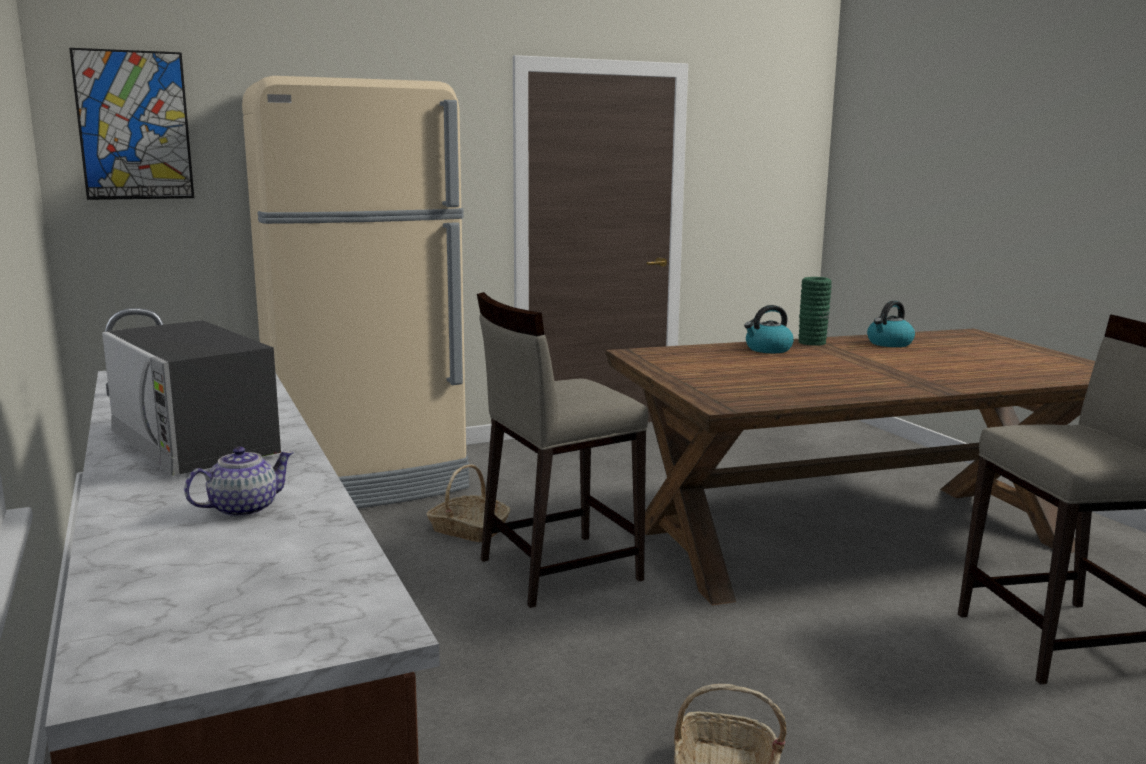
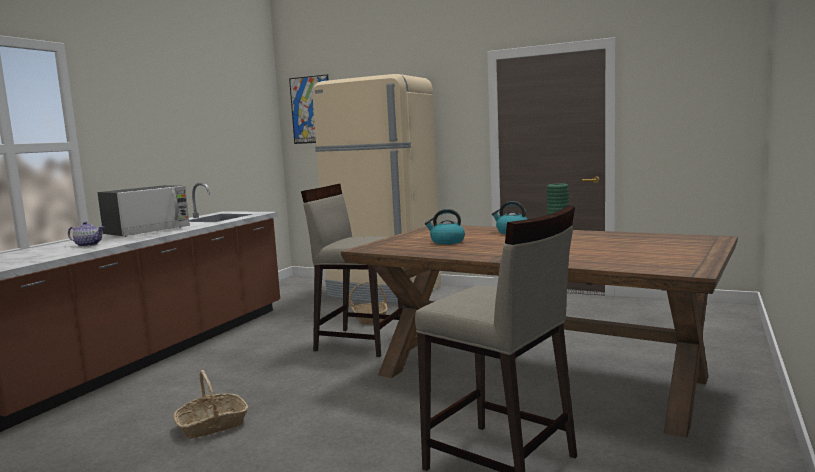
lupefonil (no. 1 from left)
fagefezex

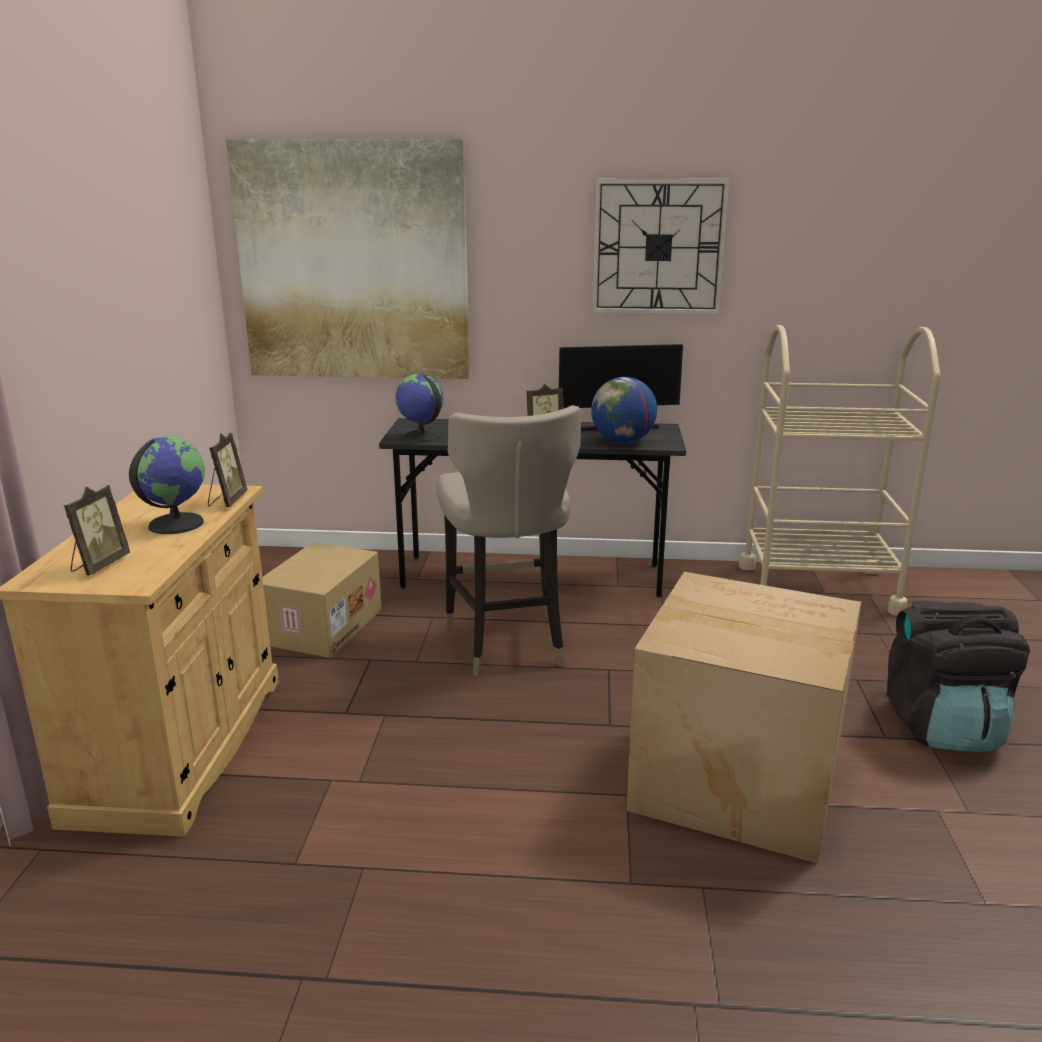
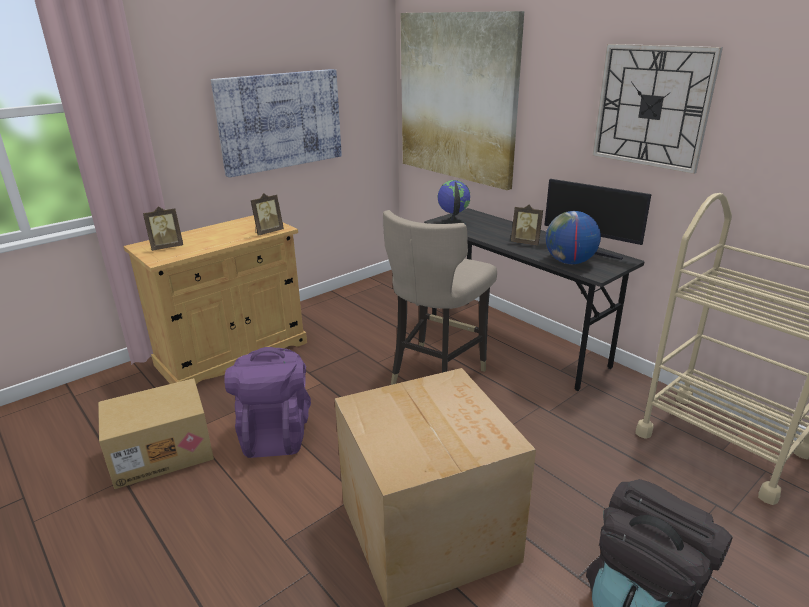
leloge (no. 1 from left in the first image)
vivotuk (no. 1 from left)
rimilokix (no. 1 from left)
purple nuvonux

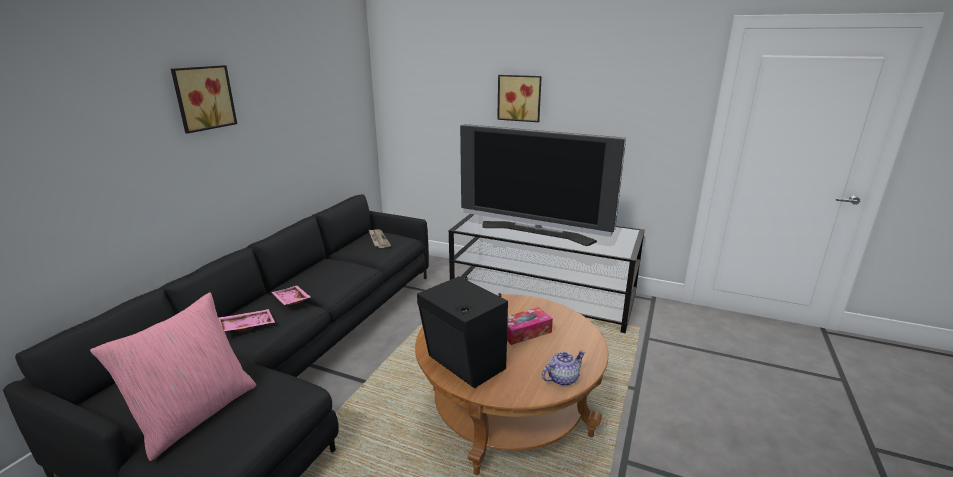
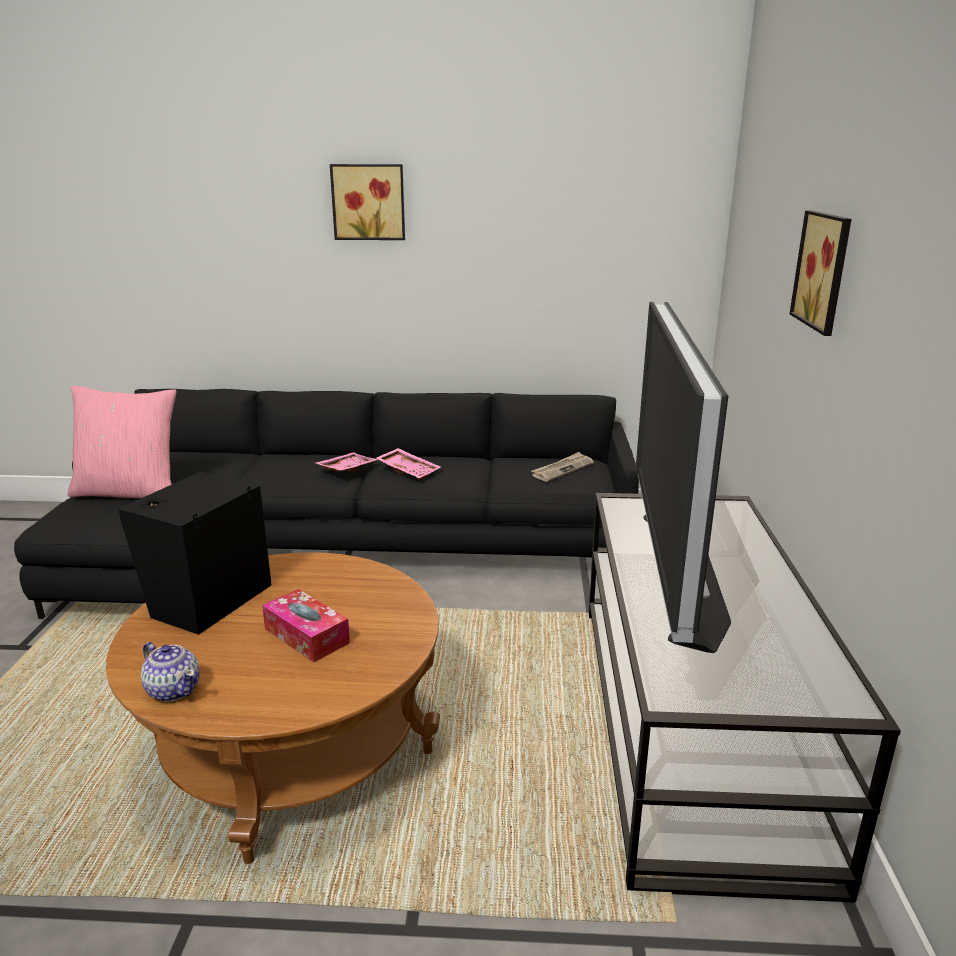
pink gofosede (no. 2 from left)

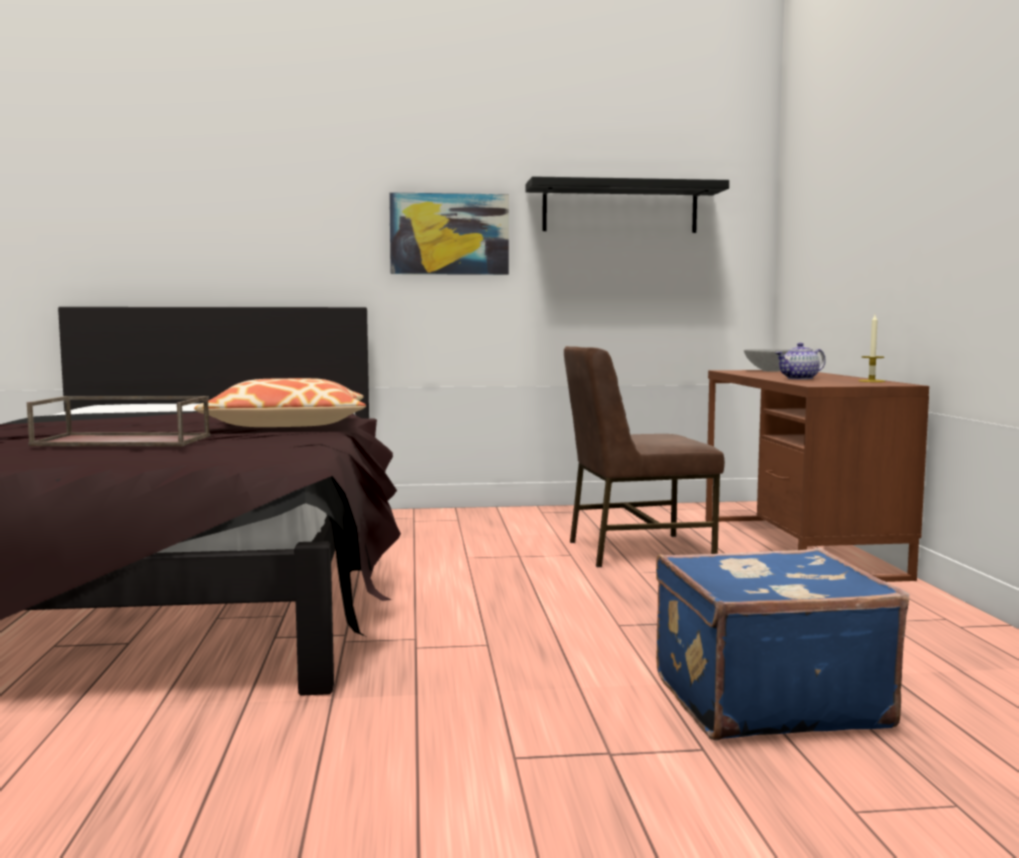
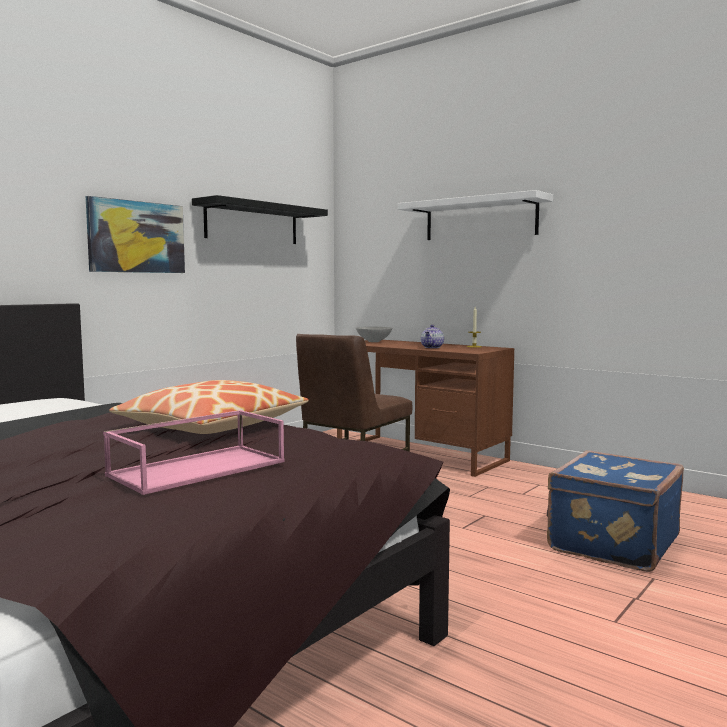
pink gofosede
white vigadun

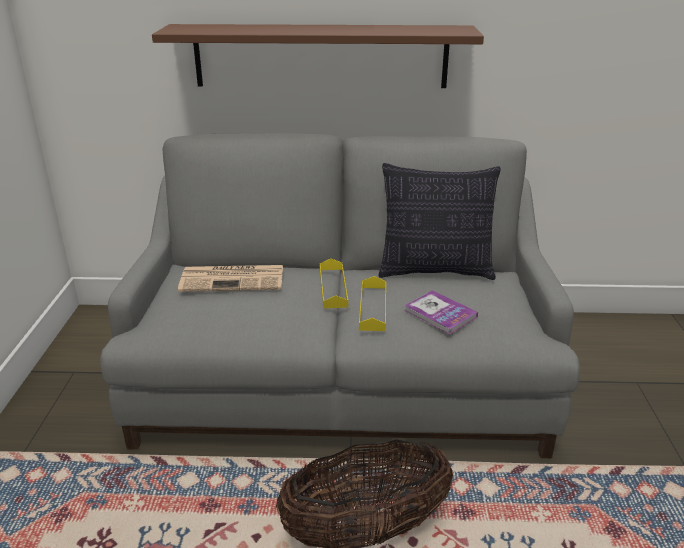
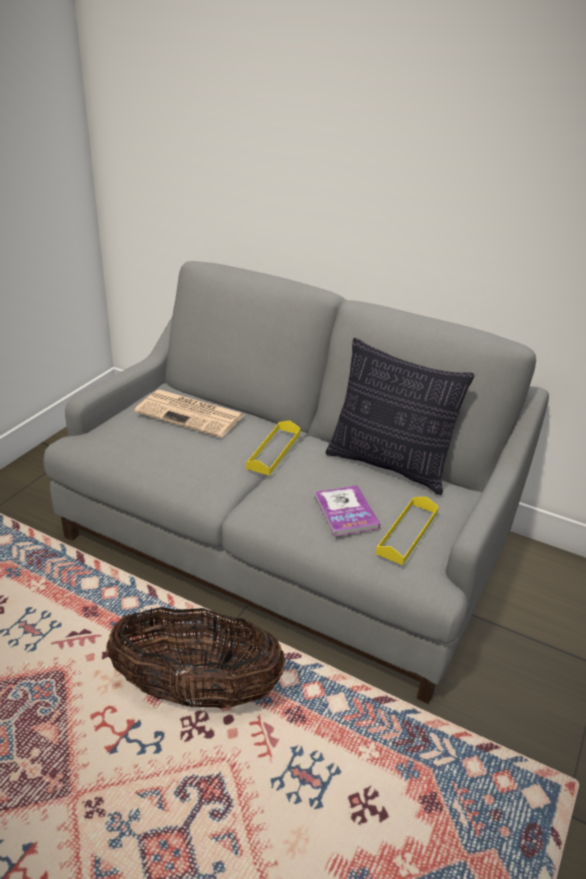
brown vigadun
yellow gofosede (no. 2 from left)

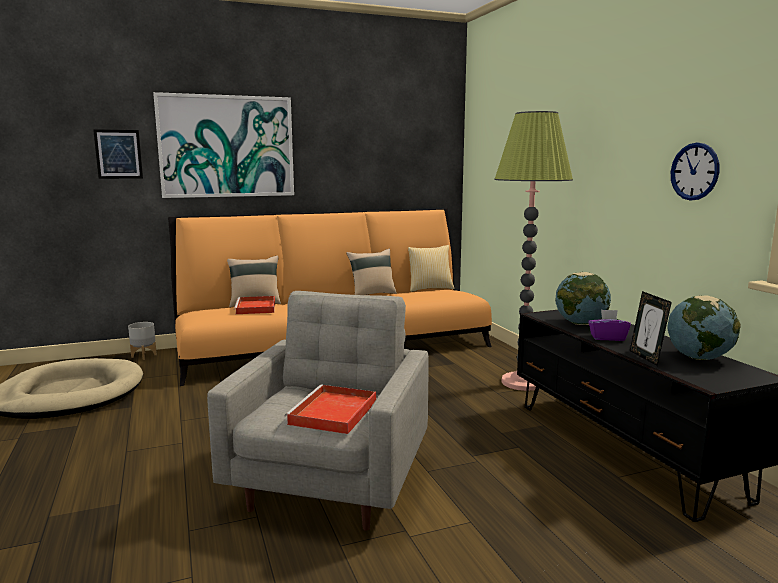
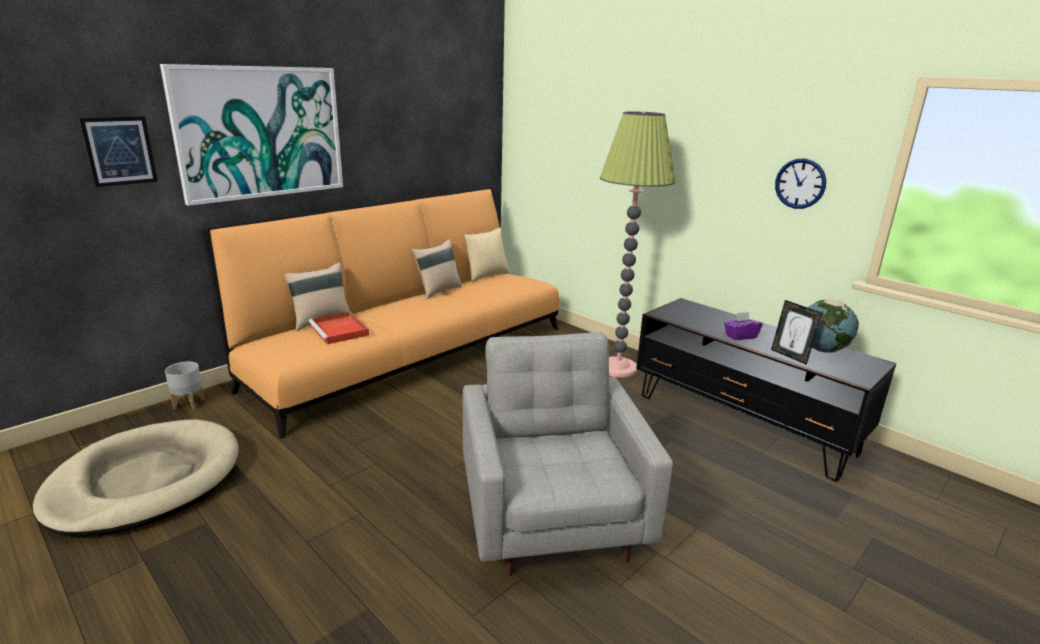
leloge (no. 1 from left in the first image)
red gofosede (no. 2 from left in the first image)

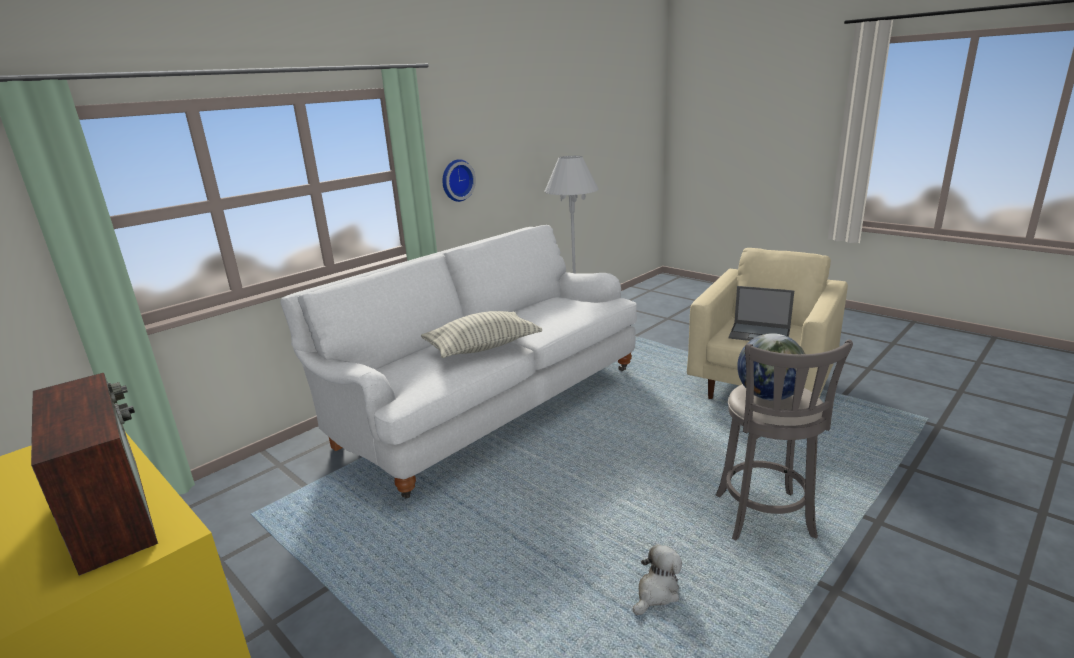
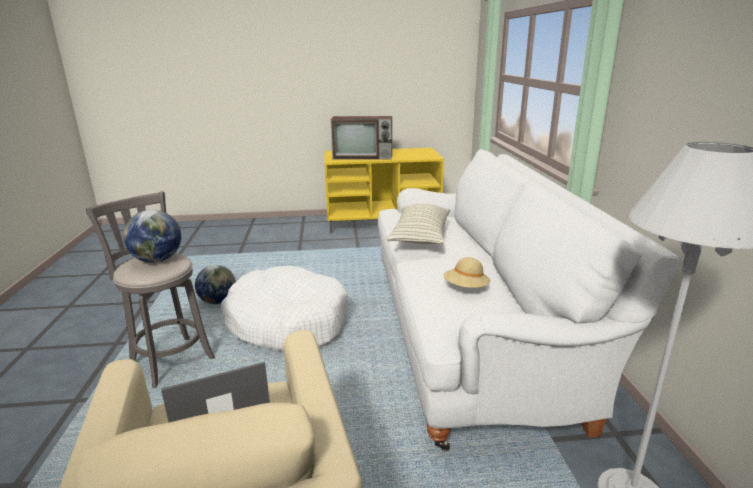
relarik
leloge (no. 2 from left)
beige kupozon
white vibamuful

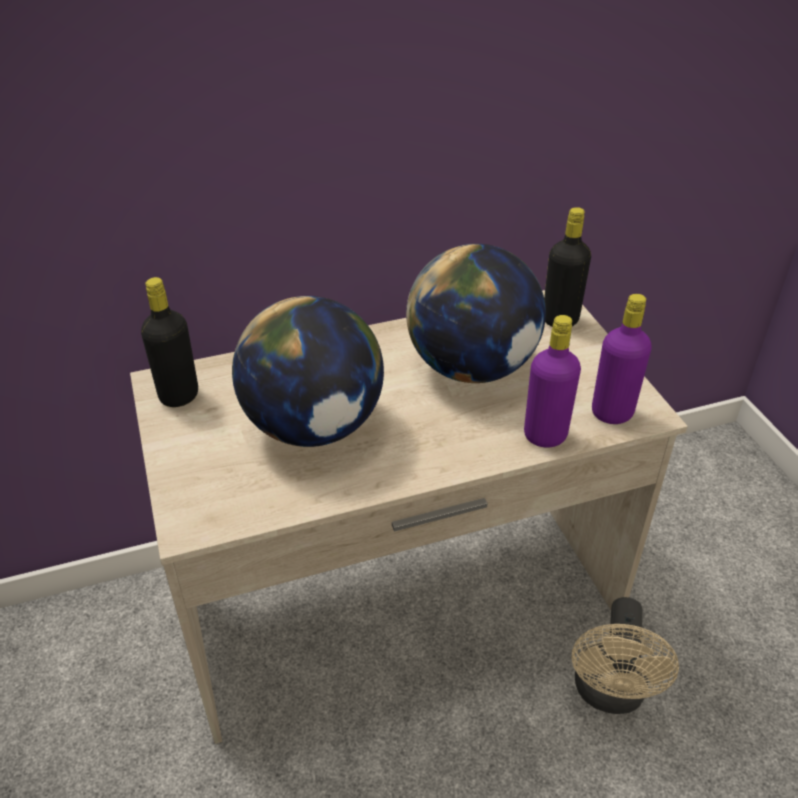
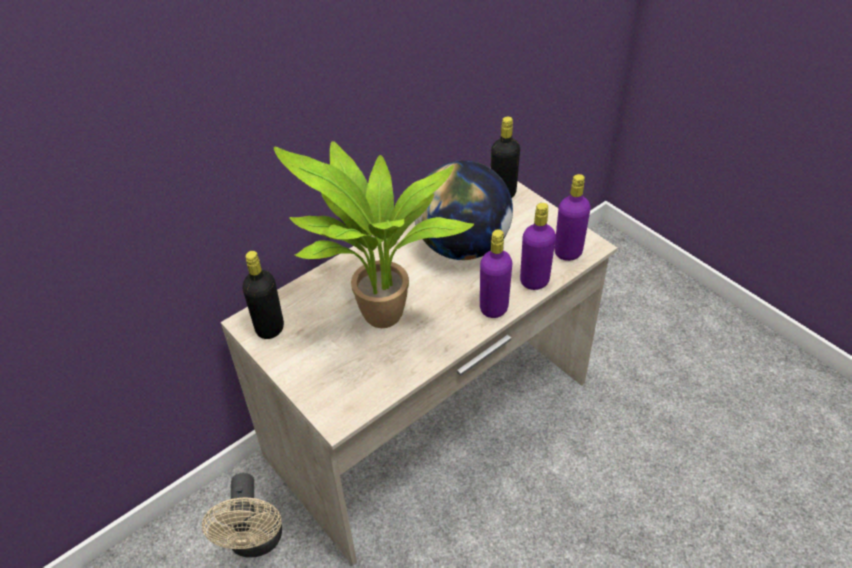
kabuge
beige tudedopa
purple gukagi (no. 1 from left)

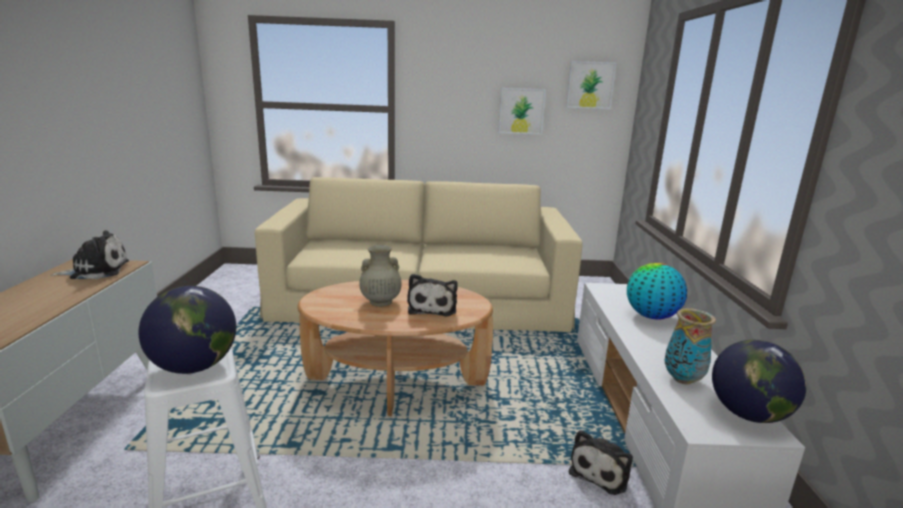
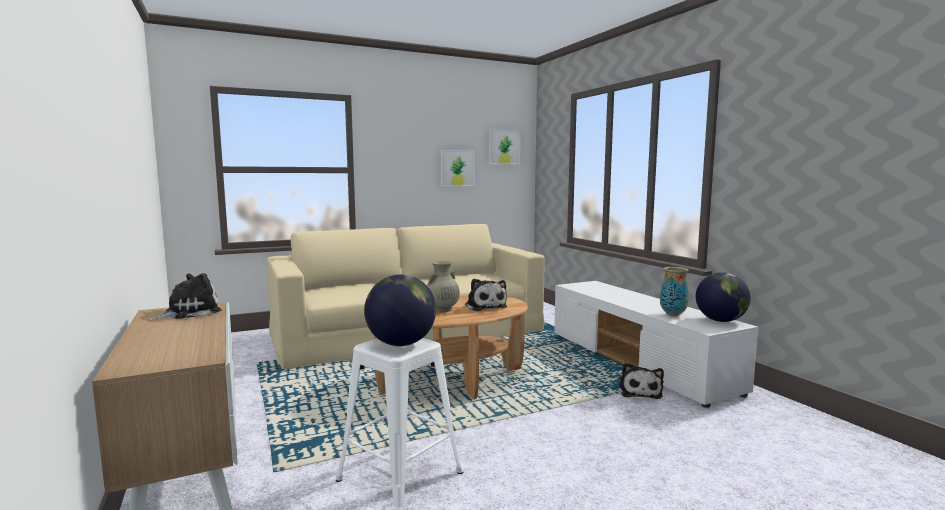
leloge (no. 2 from left in the first image)

